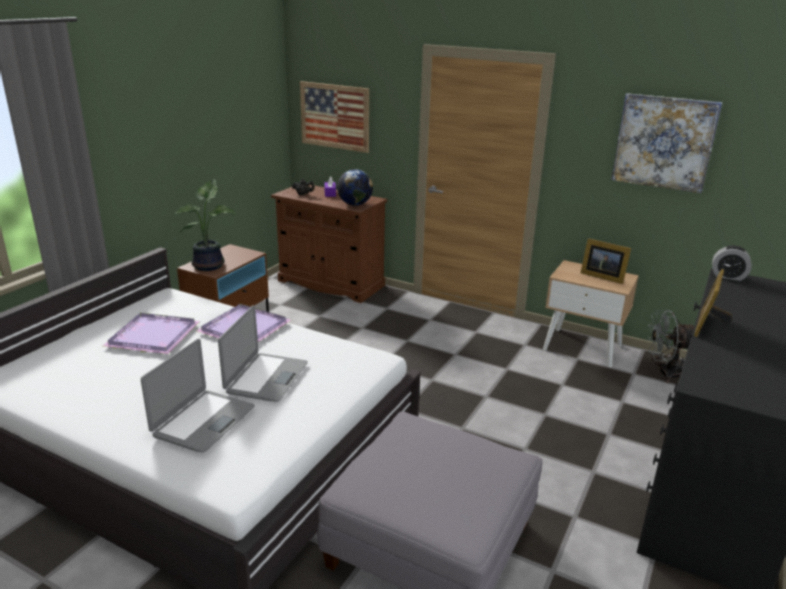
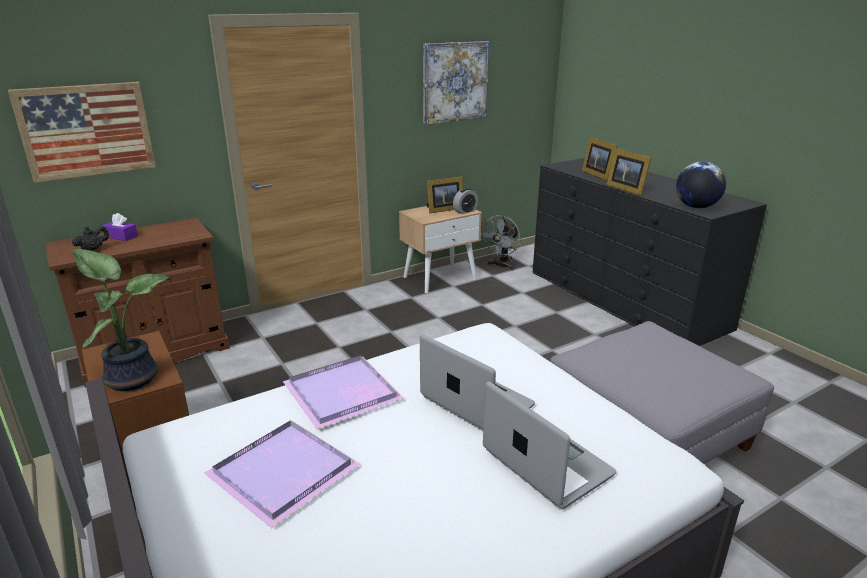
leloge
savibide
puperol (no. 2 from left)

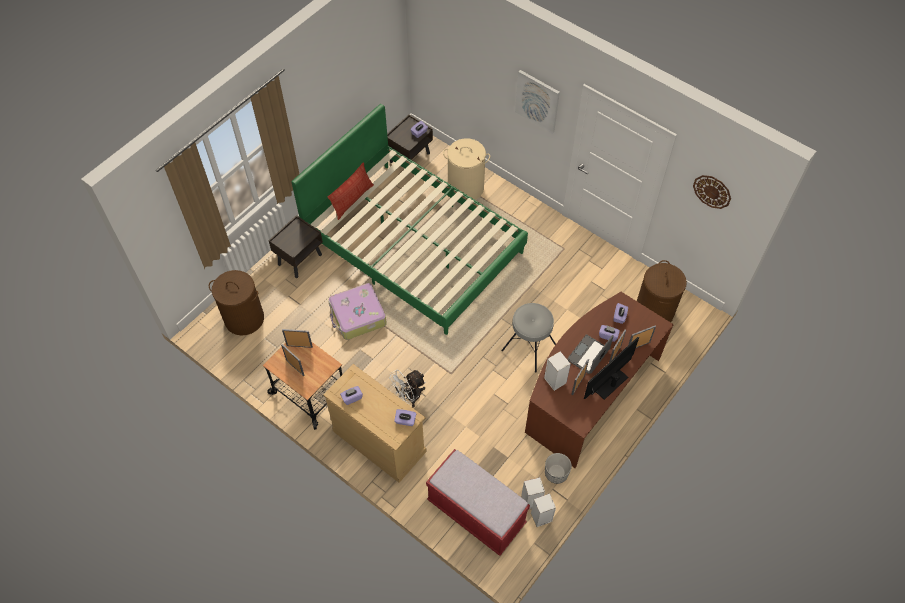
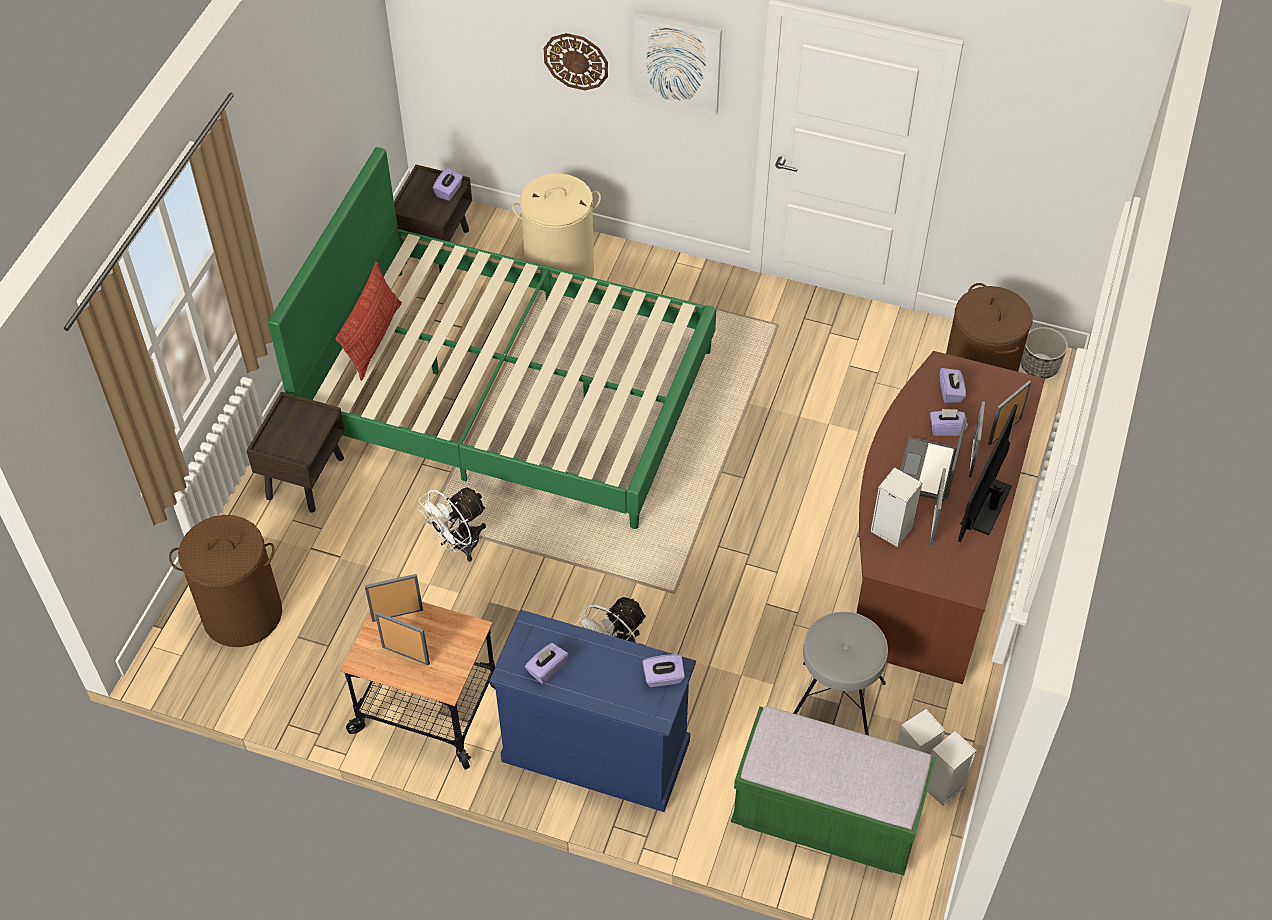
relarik
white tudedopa (no. 1 from left)
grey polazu
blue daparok
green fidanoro
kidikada

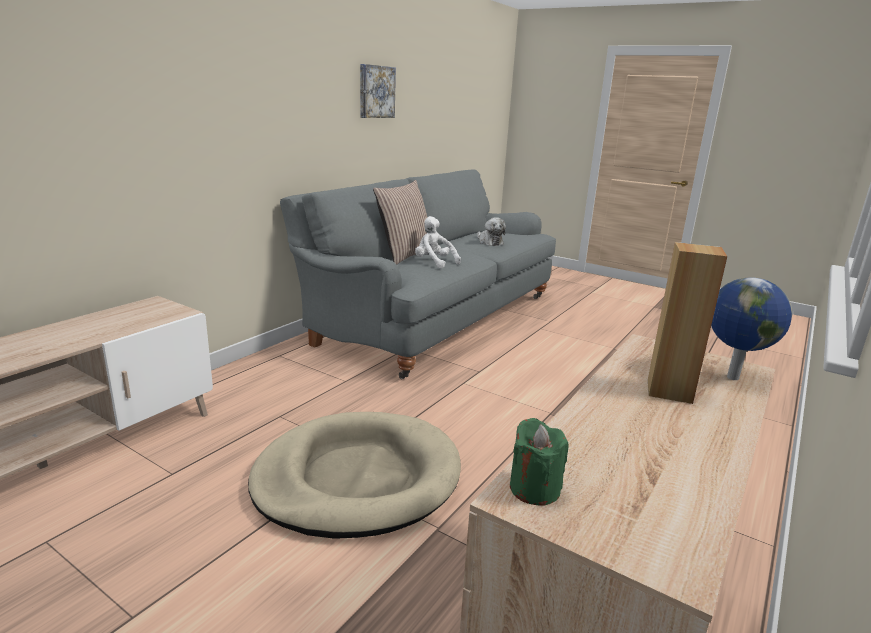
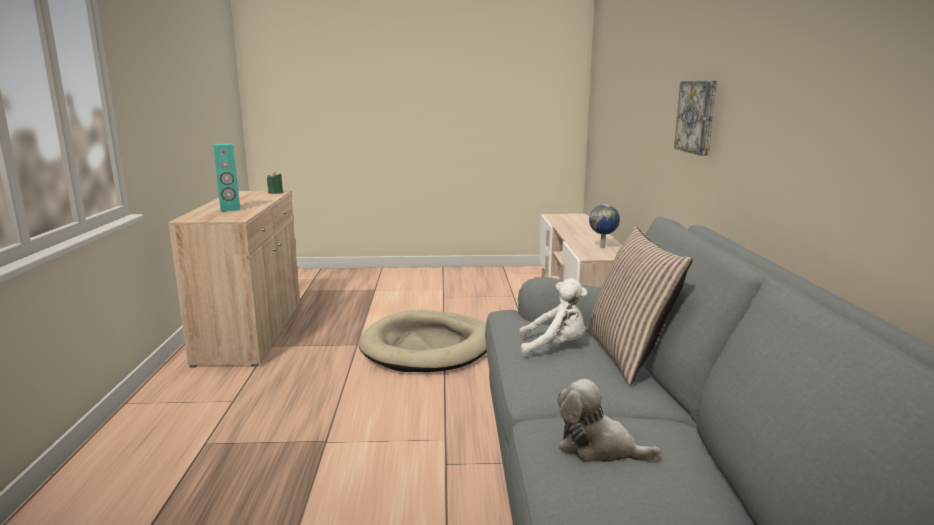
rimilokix
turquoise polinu
leloge

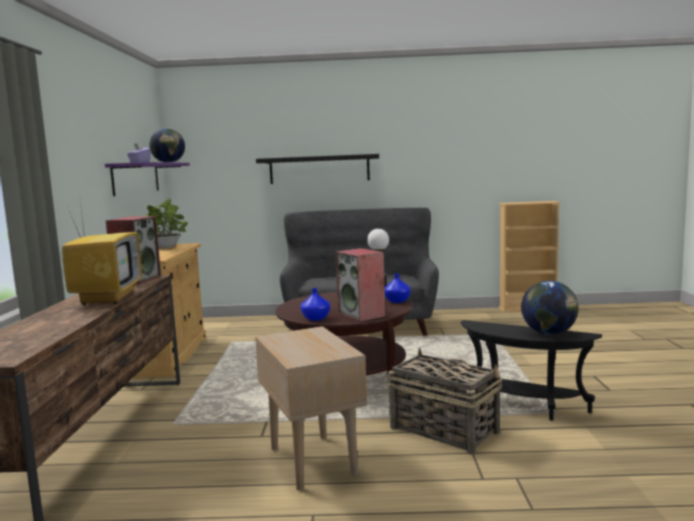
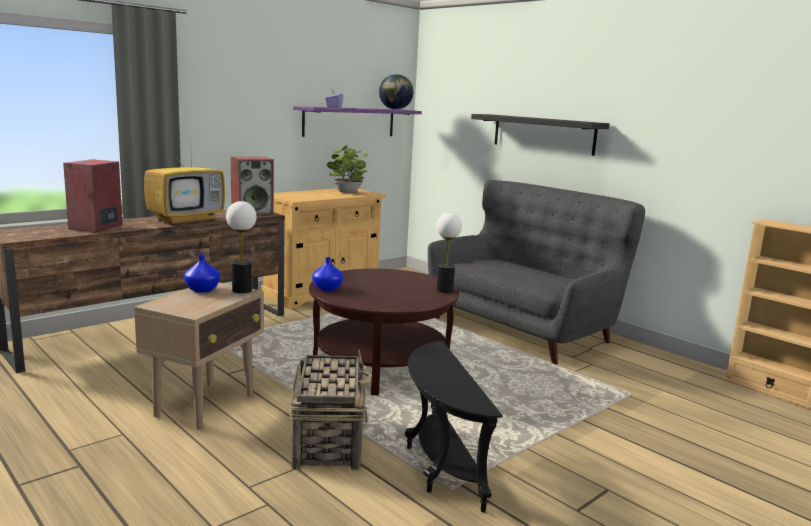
polinu (no. 1 from left)
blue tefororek (no. 1 from left)
leloge (no. 2 from left in the first image)
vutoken (no. 1 from left)

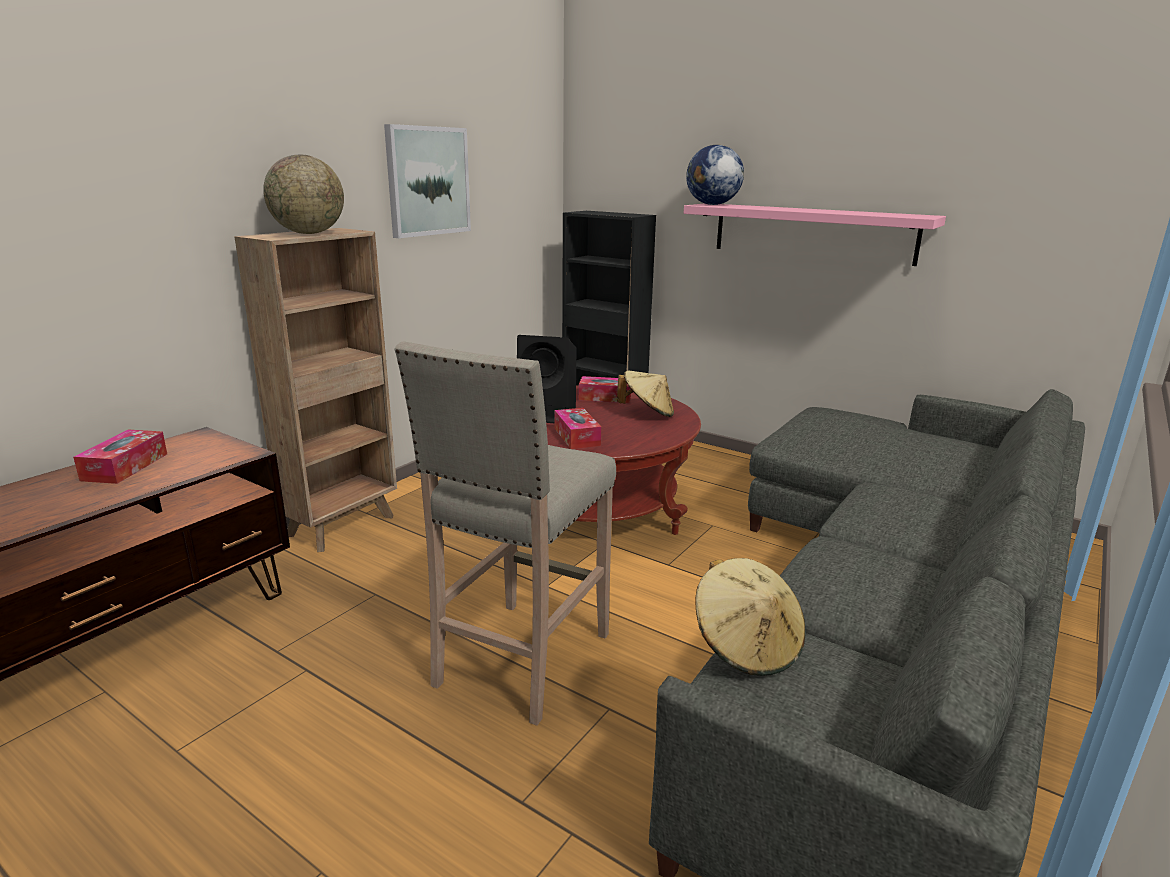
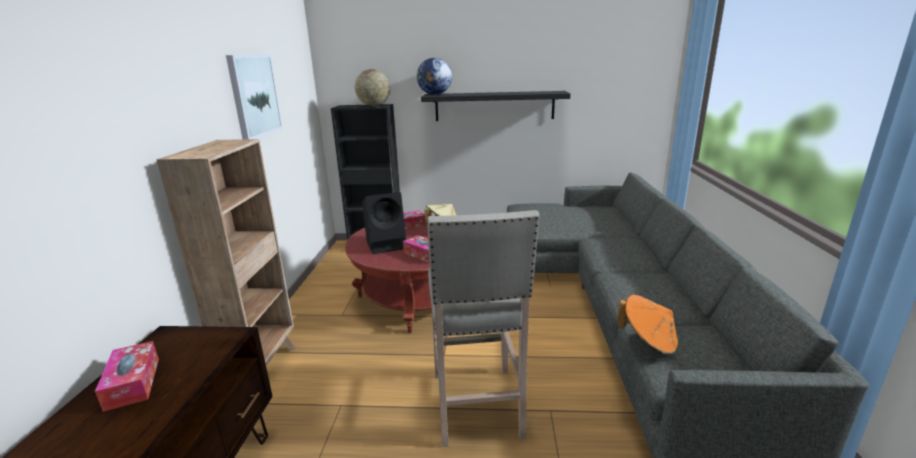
leloge (no. 1 from left)
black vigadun
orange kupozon

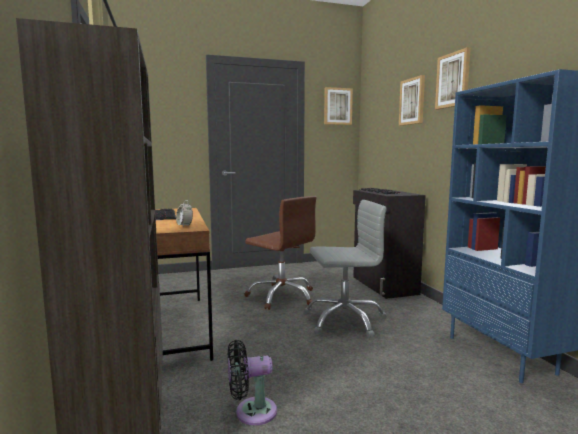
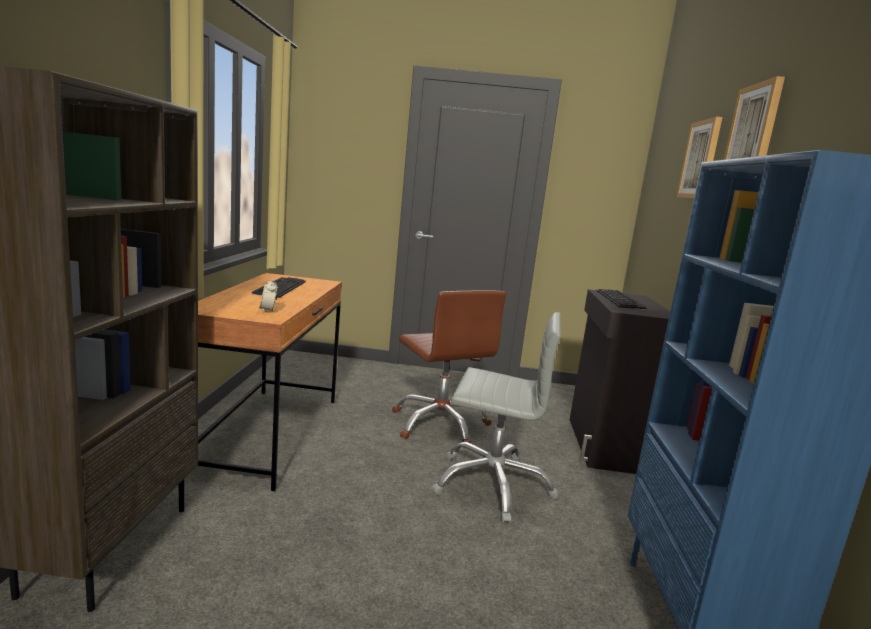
rimilokix (no. 1 from left in the first image)
black tudedopa

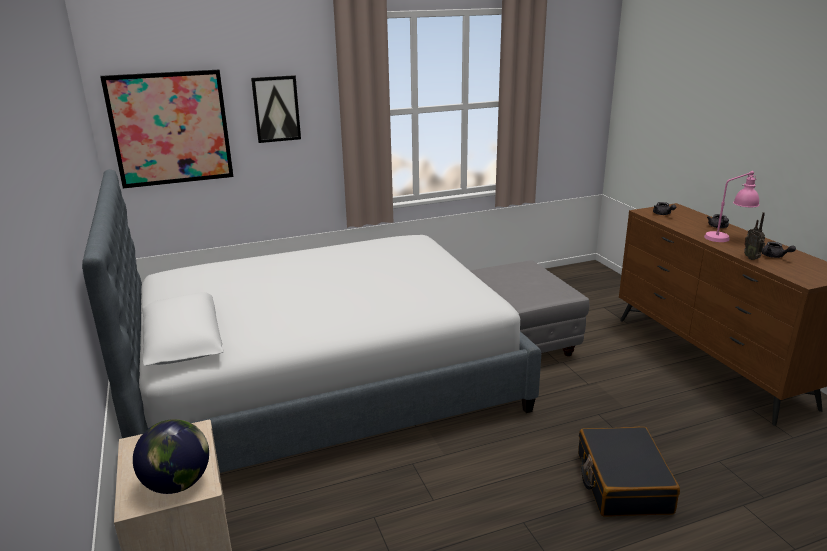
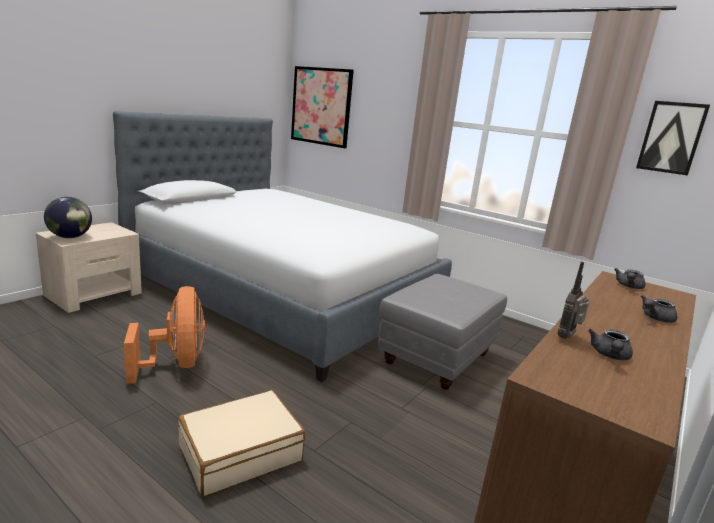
rimilokix (no. 2 from left)
pink vutoken
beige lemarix
orange tudedopa

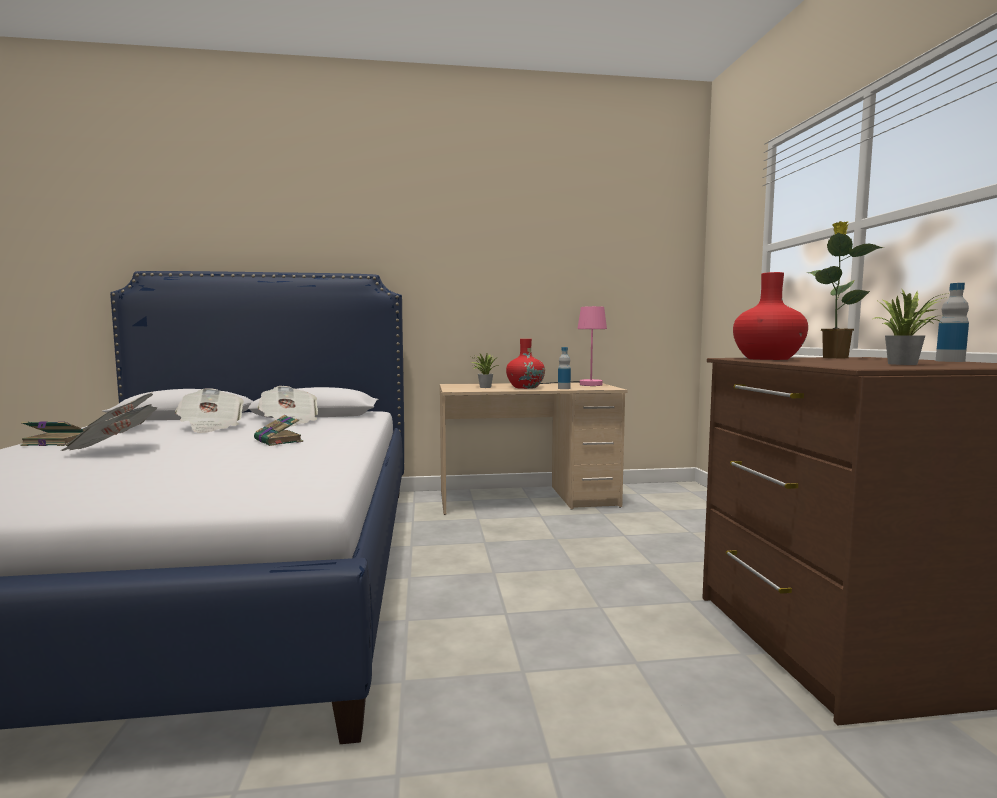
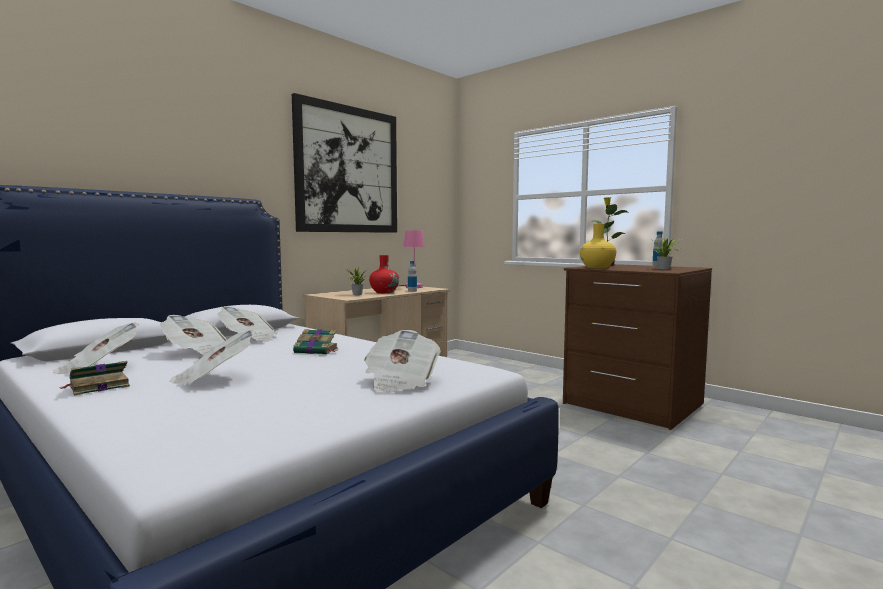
yellow tefororek
rimilokix
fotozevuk (no. 5 from left)

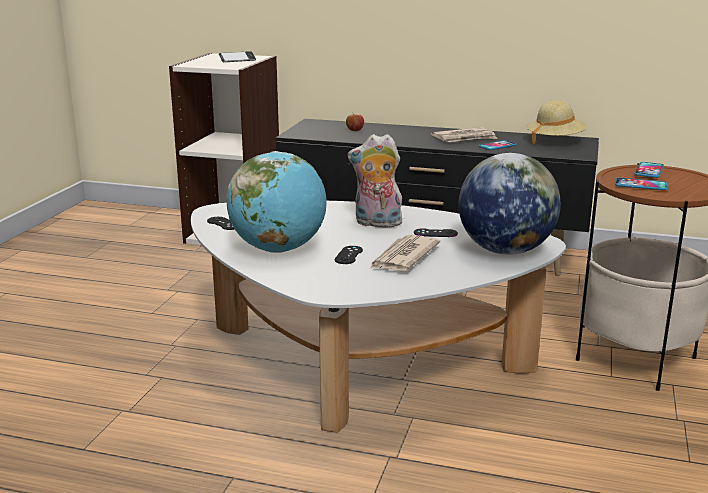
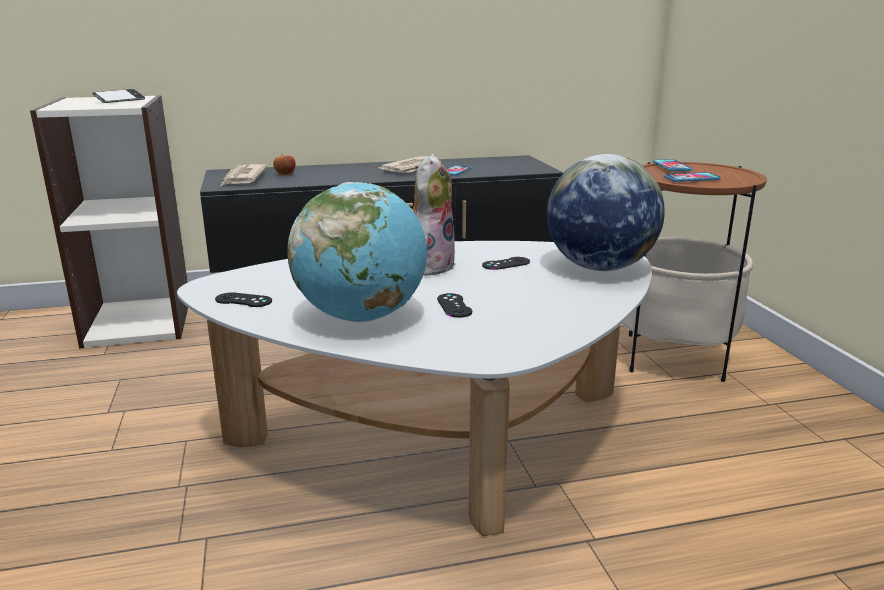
beige kupozon
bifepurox
fotozevuk (no. 1 from left)

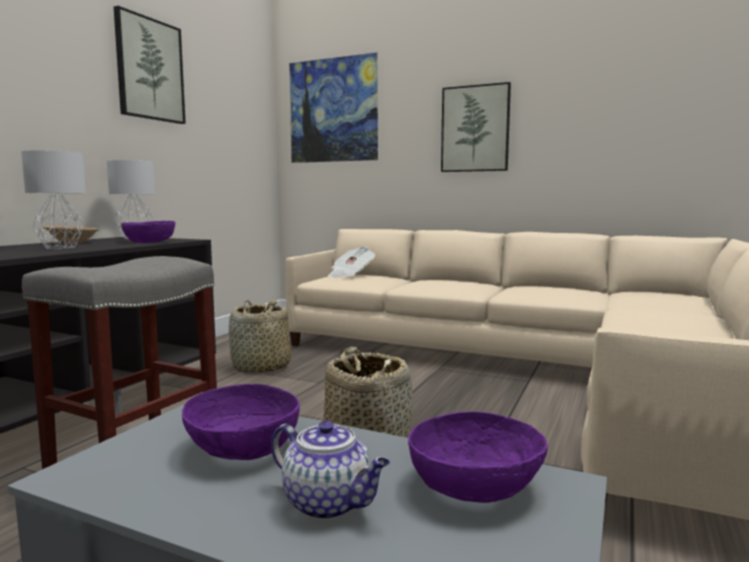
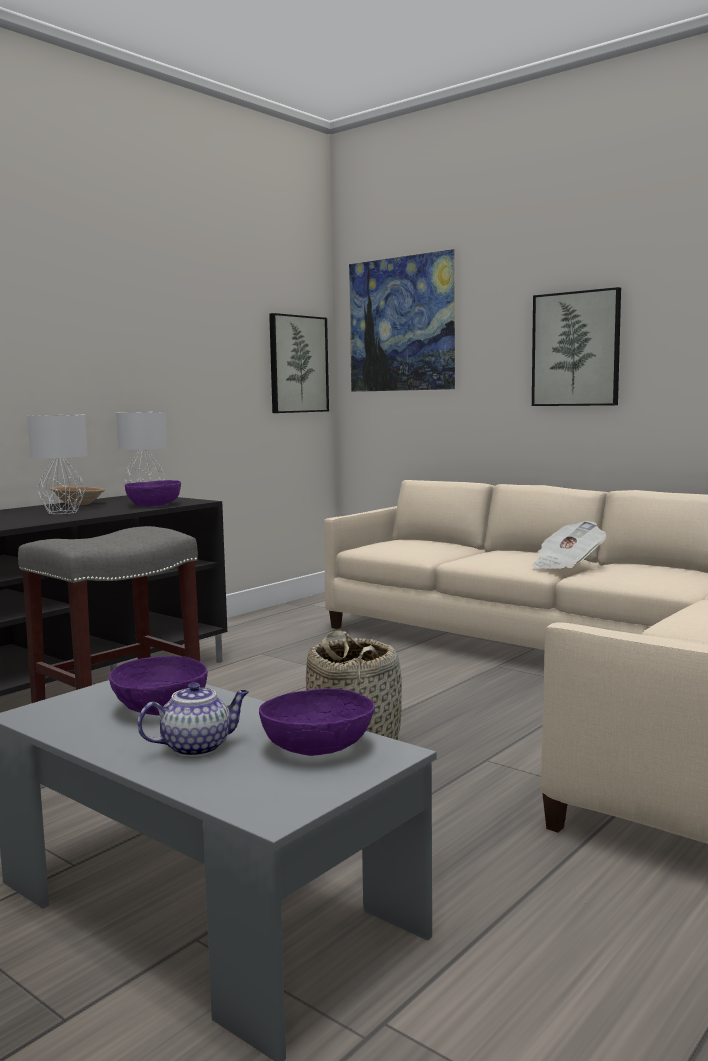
rimilokix (no. 1 from left)
fotozevuk
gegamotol (no. 1 from left in the first image)
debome

